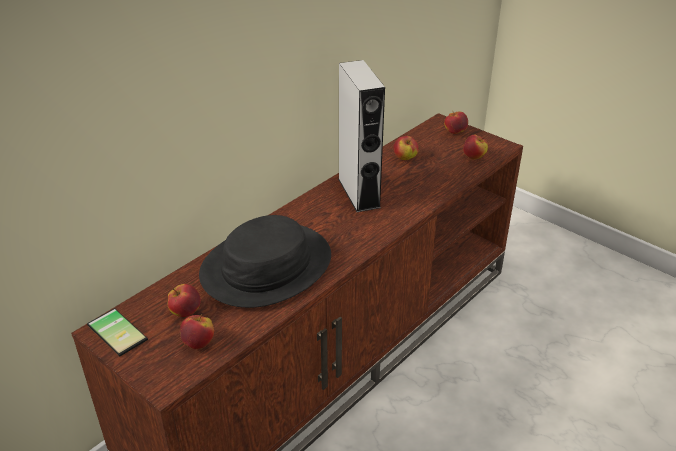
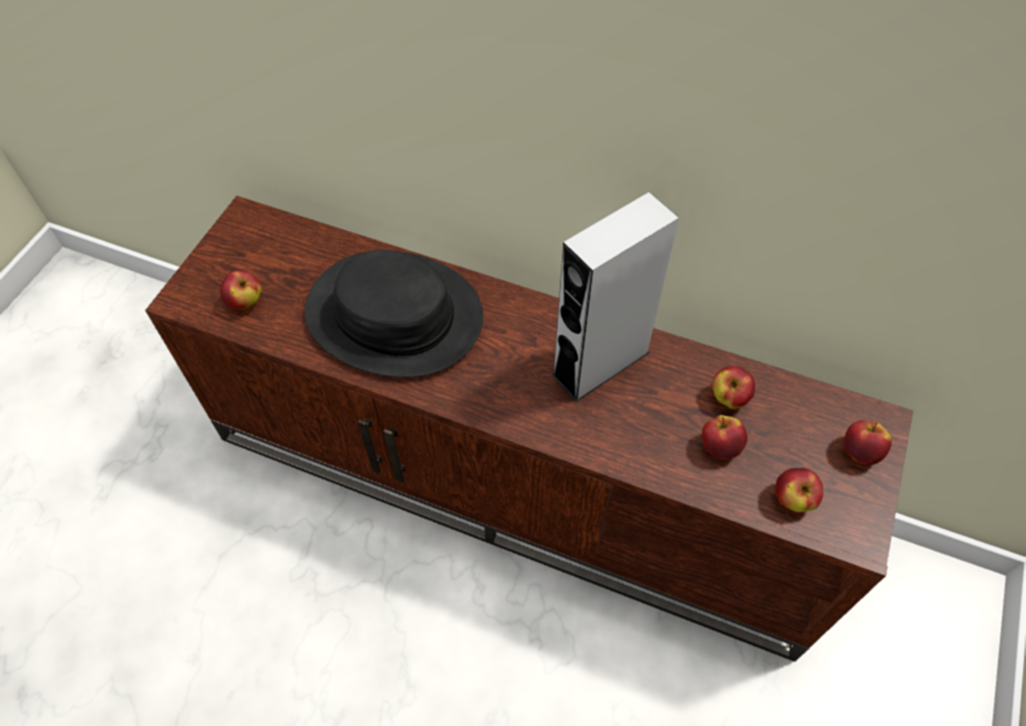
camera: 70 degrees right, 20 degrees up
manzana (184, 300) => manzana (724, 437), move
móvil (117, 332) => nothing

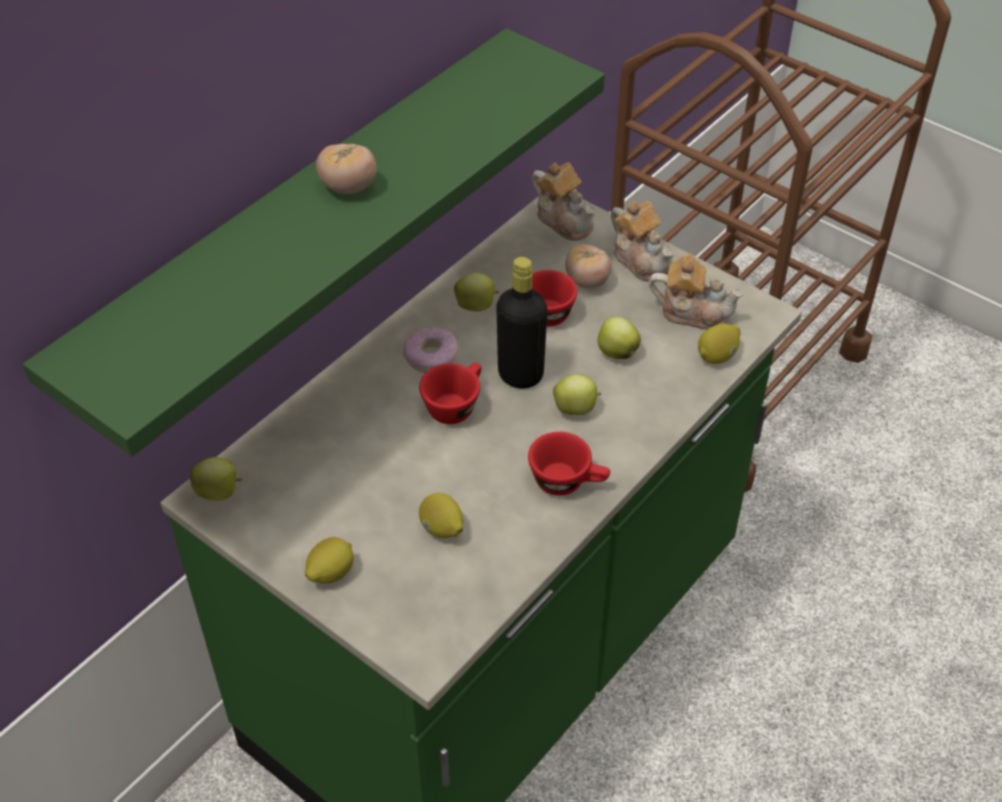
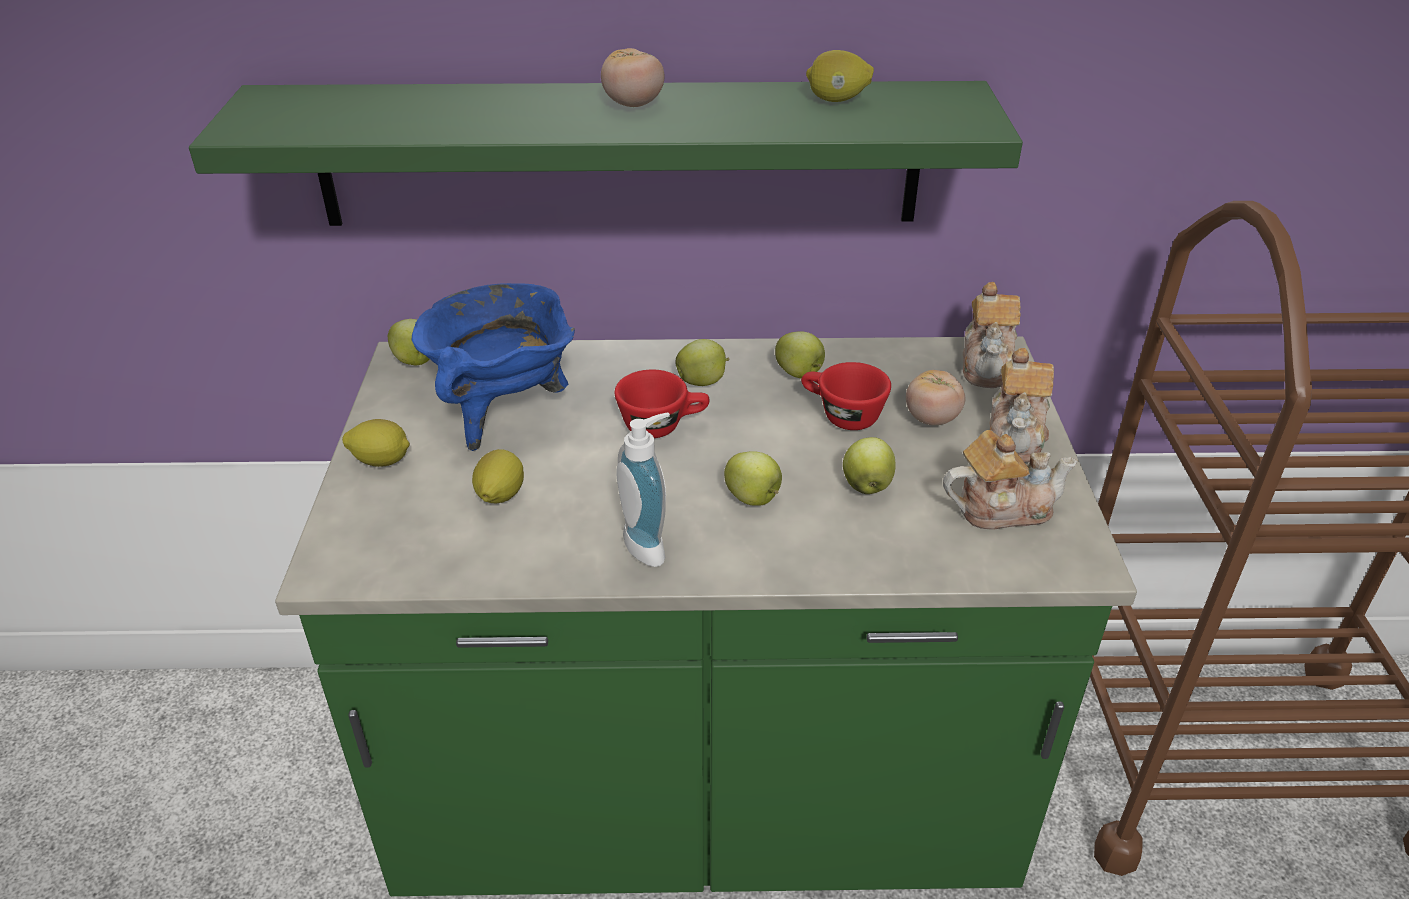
camera: 50 degrees right, 10 degrees down
tetera (696, 292) => tetera (1010, 479), 75 degrees counterclockwise
botella (negro) (521, 322) => nothing
limón (719, 344) => limón (840, 76), move
rosquilla (430, 350) => manzana (702, 362)
taza (rojo) (569, 464) => dispensador de jabón (643, 489)
nothing => olla (azul) (493, 367)

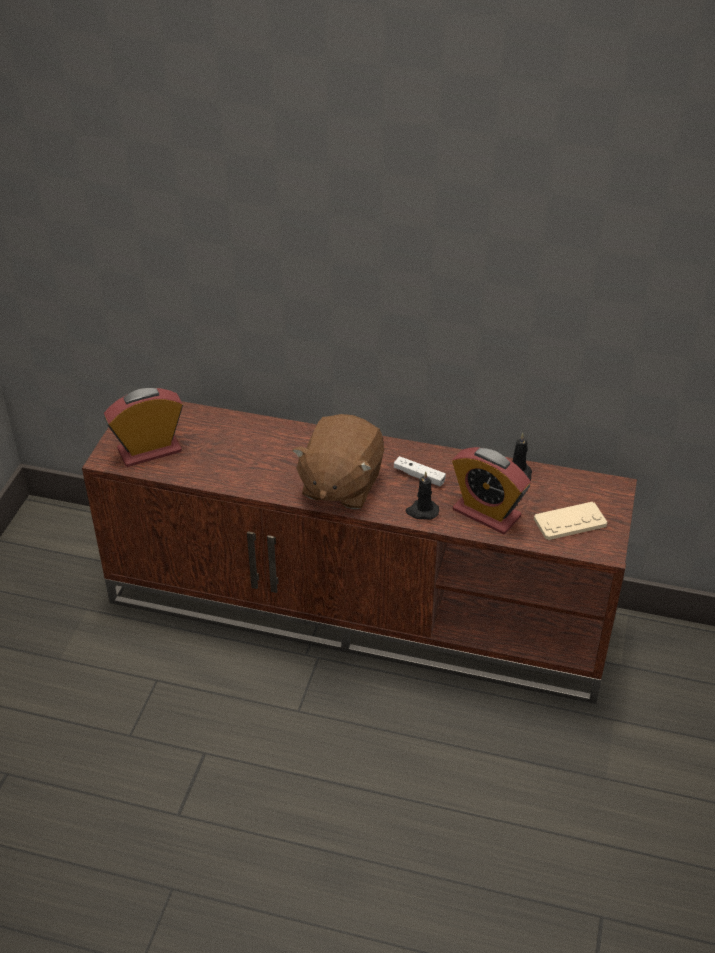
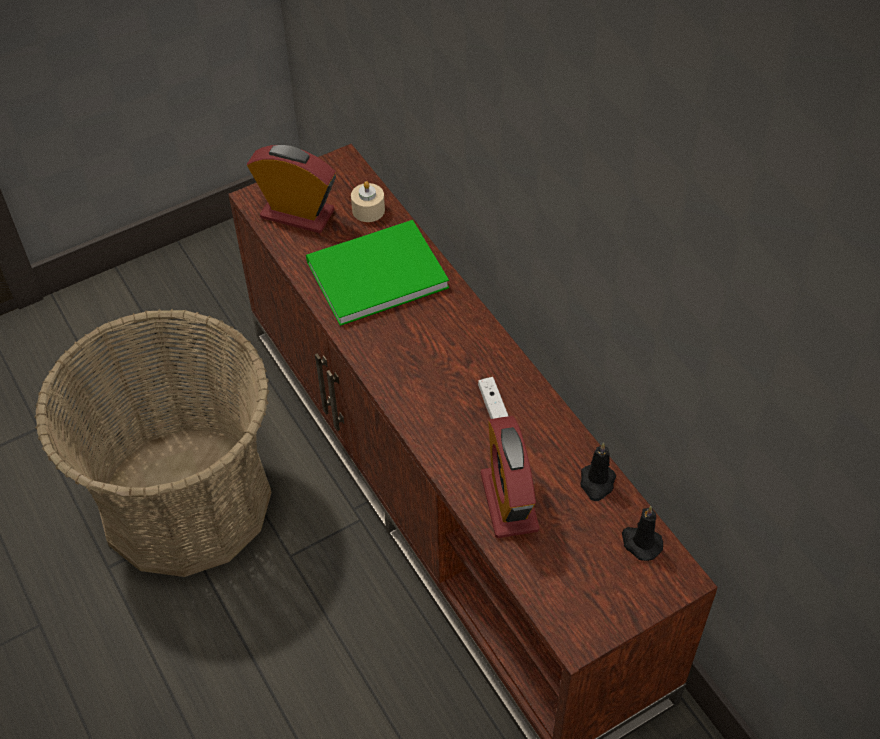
camera: 45 degrees right, 10 degrees up
peluche (marrón) (338, 461) => nothing
vela (negro) (422, 495) => vela (negro) (642, 533), move
mando de consola (beis) (570, 521) => nothing
nothing => vela (beis) (368, 201)
nothing => libro (verde) (377, 273)
nothing => cesta (153, 442)

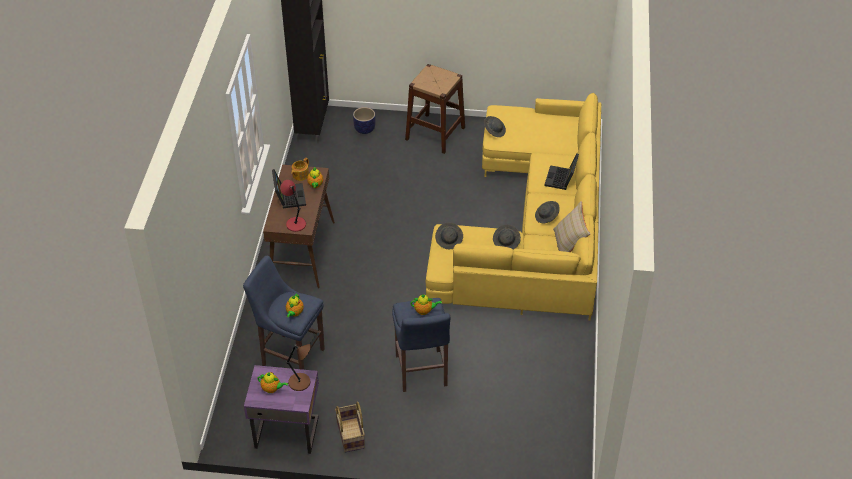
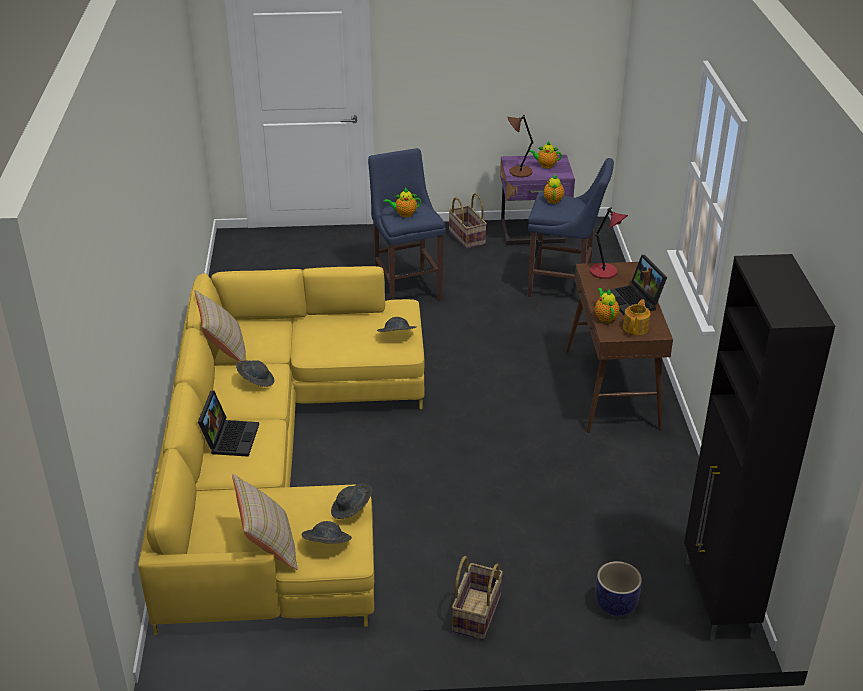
camera: 170 degrees right, 10 degrees down
taburete (marrón) (435, 109) => cesta (477, 598)
sombrero (gris) (507, 237) => sombrero (gris) (327, 532), move
nothing => cojín (beis) (265, 522)

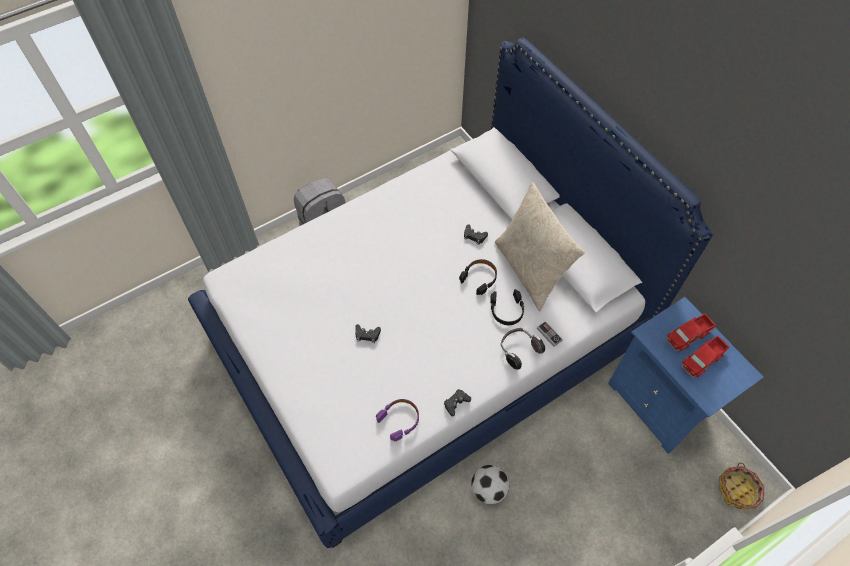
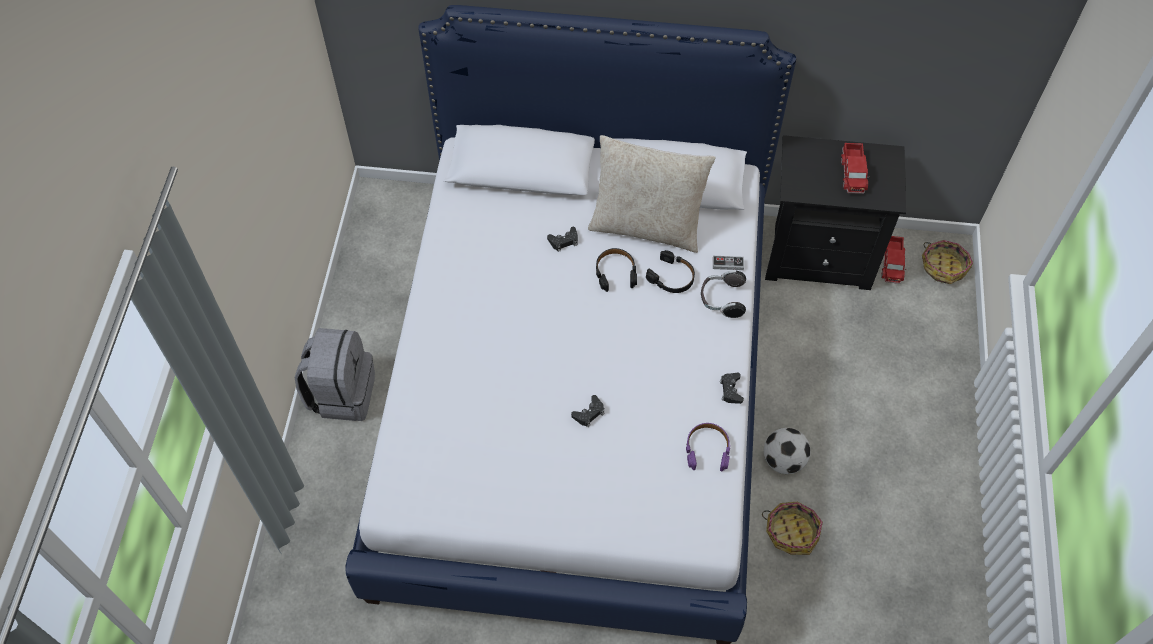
camera: 50 degrees left, 0 degrees up
mesita de noche (azul) (686, 375) => mesita de noche (negro) (835, 212)
camión de juguete (691, 332) => camión de juguete (894, 260), move
nothing => cesta (792, 528)

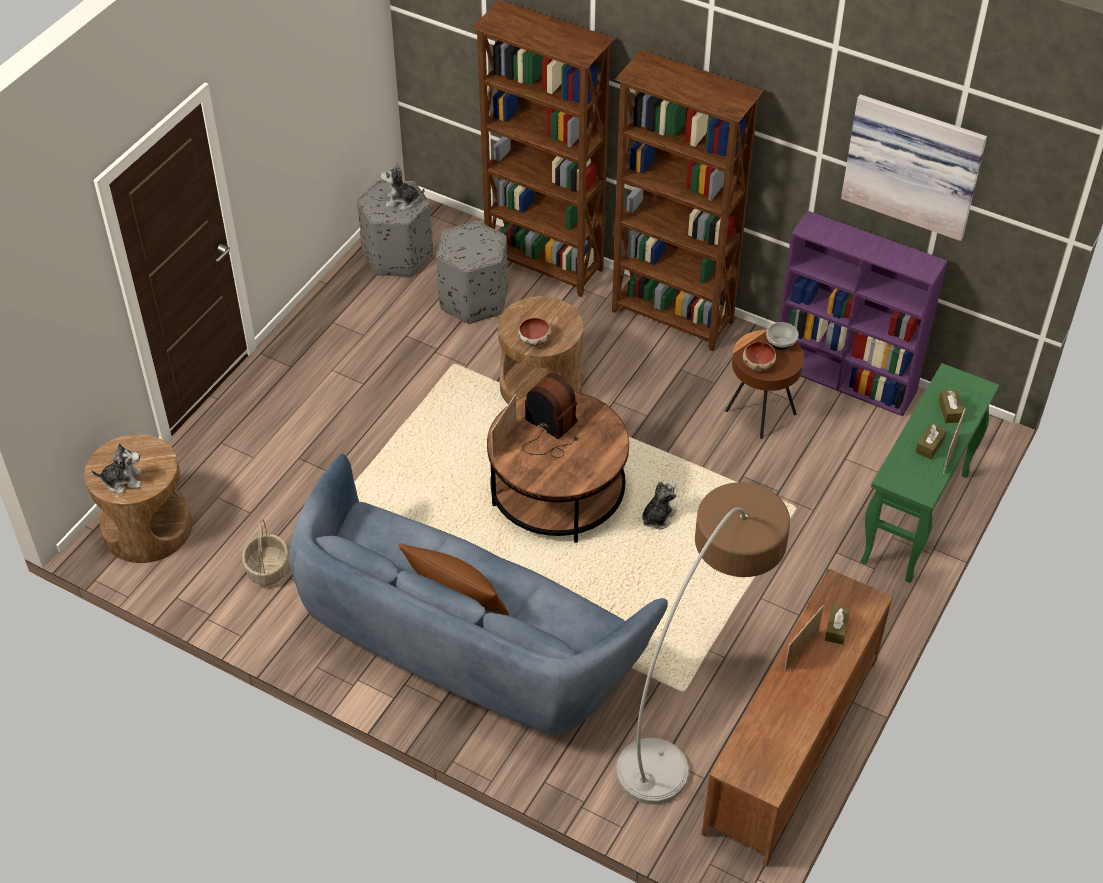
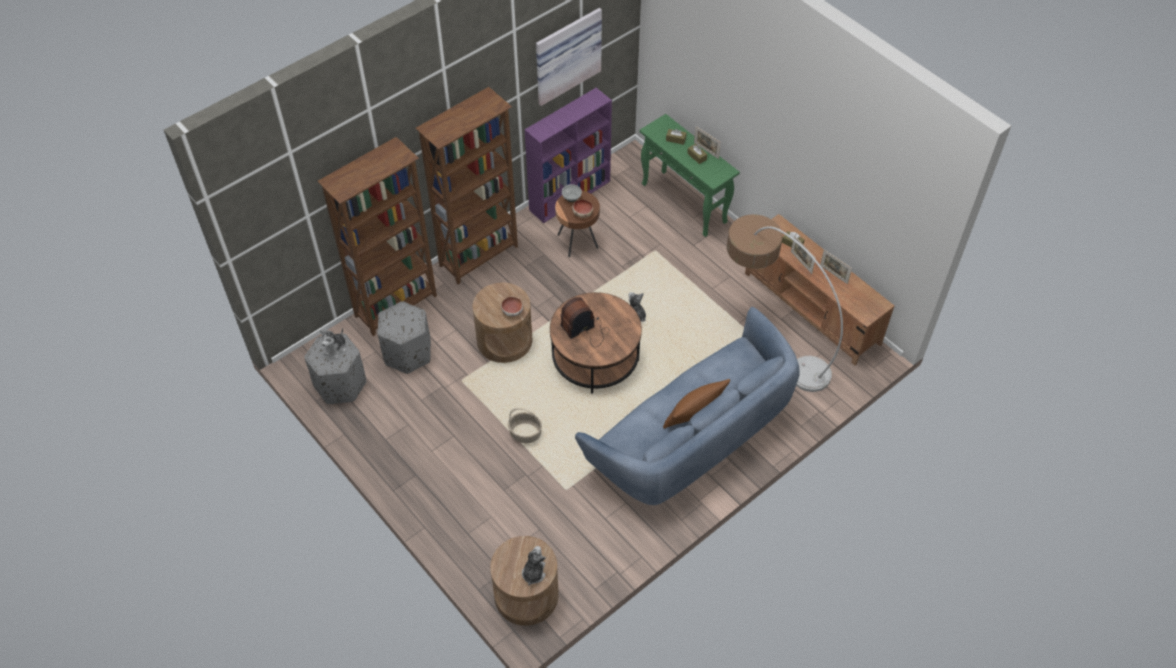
camera: 70 degrees left, 5 degrees up
portarretratos (504, 425) => portarretratos (836, 266), move
cesta (265, 552) => cesta (525, 425), move

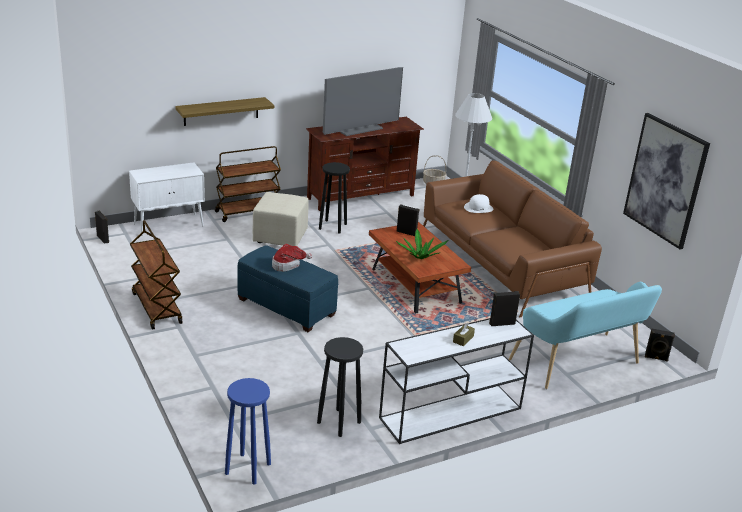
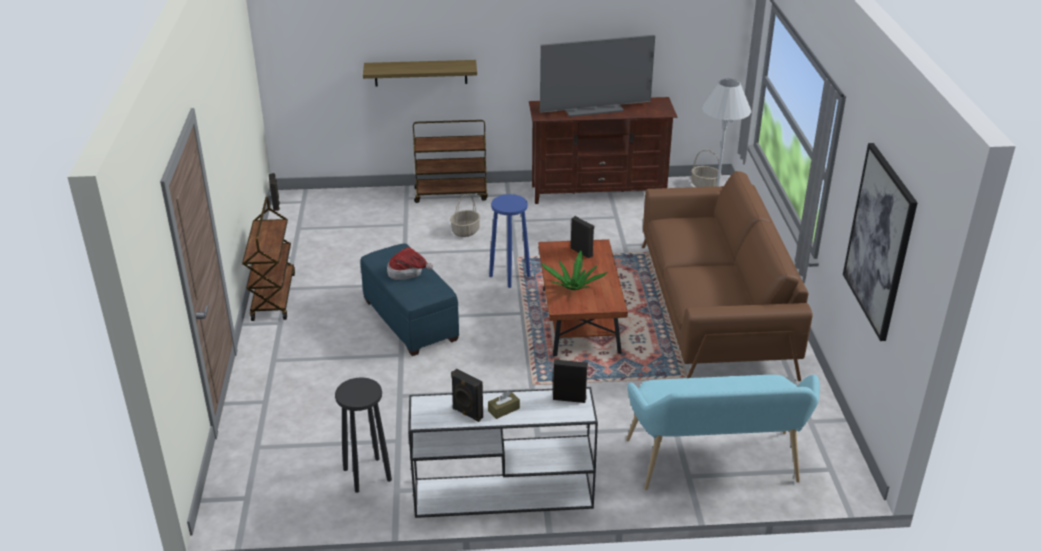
camera: 25 degrees right, 5 degrees up
armario (blanco) (167, 199) => nothing
taburete (negro) (334, 197) => nothing
puf (beis) (280, 219) => cesta (465, 215)
sombrero (blanco) (478, 203) => nothing
altavoz (negro) (660, 345) => altavoz (negro) (467, 395), move
taburete (azul) (248, 431) => taburete (azul) (509, 241), move

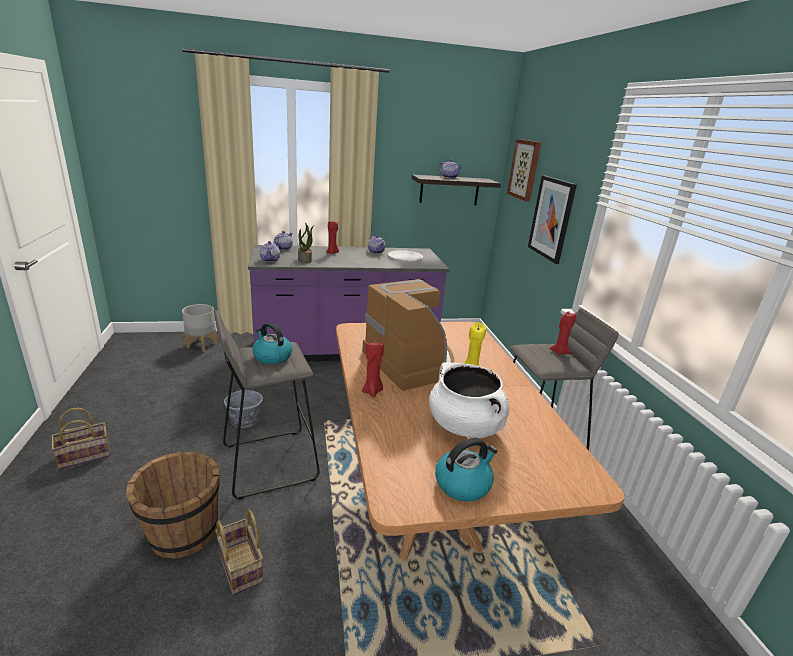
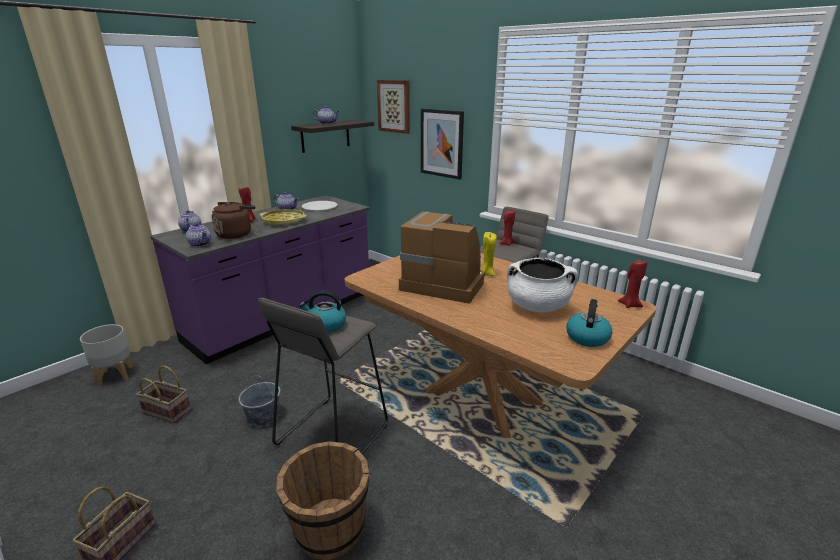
camera: 35 degrees left, 0 degrees up
planta en maceta (306, 242) => hervidor (marrón) (233, 220)
vela (rojo) (373, 369) => vela (rojo) (632, 283), move
cesta (239, 552) => cesta (163, 394), move
nothing => bandeja (amarillo) (283, 217)

